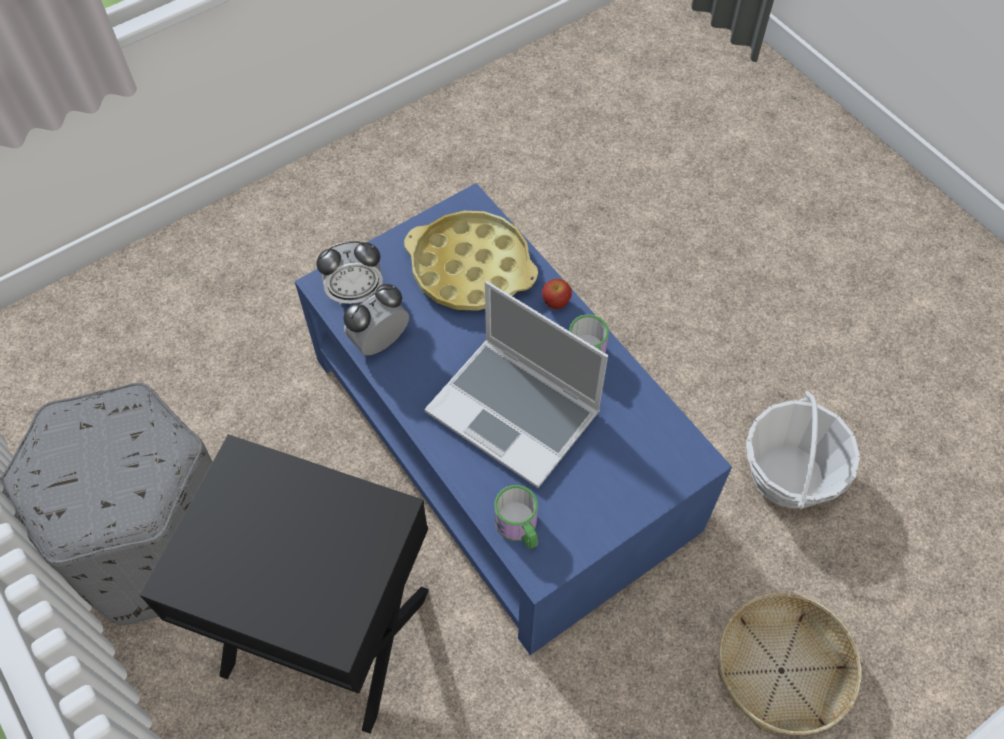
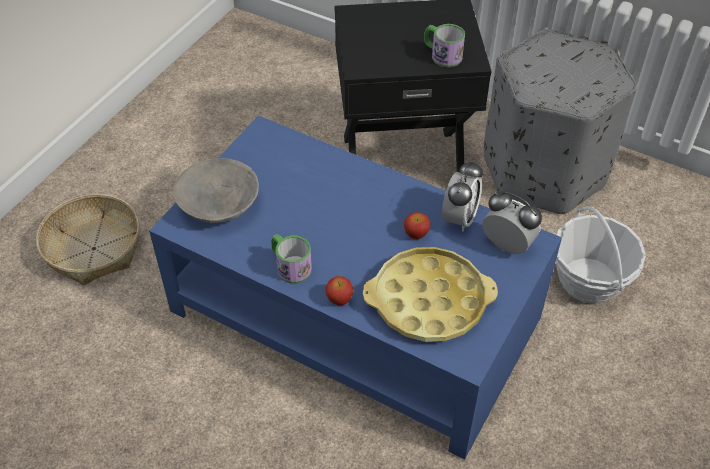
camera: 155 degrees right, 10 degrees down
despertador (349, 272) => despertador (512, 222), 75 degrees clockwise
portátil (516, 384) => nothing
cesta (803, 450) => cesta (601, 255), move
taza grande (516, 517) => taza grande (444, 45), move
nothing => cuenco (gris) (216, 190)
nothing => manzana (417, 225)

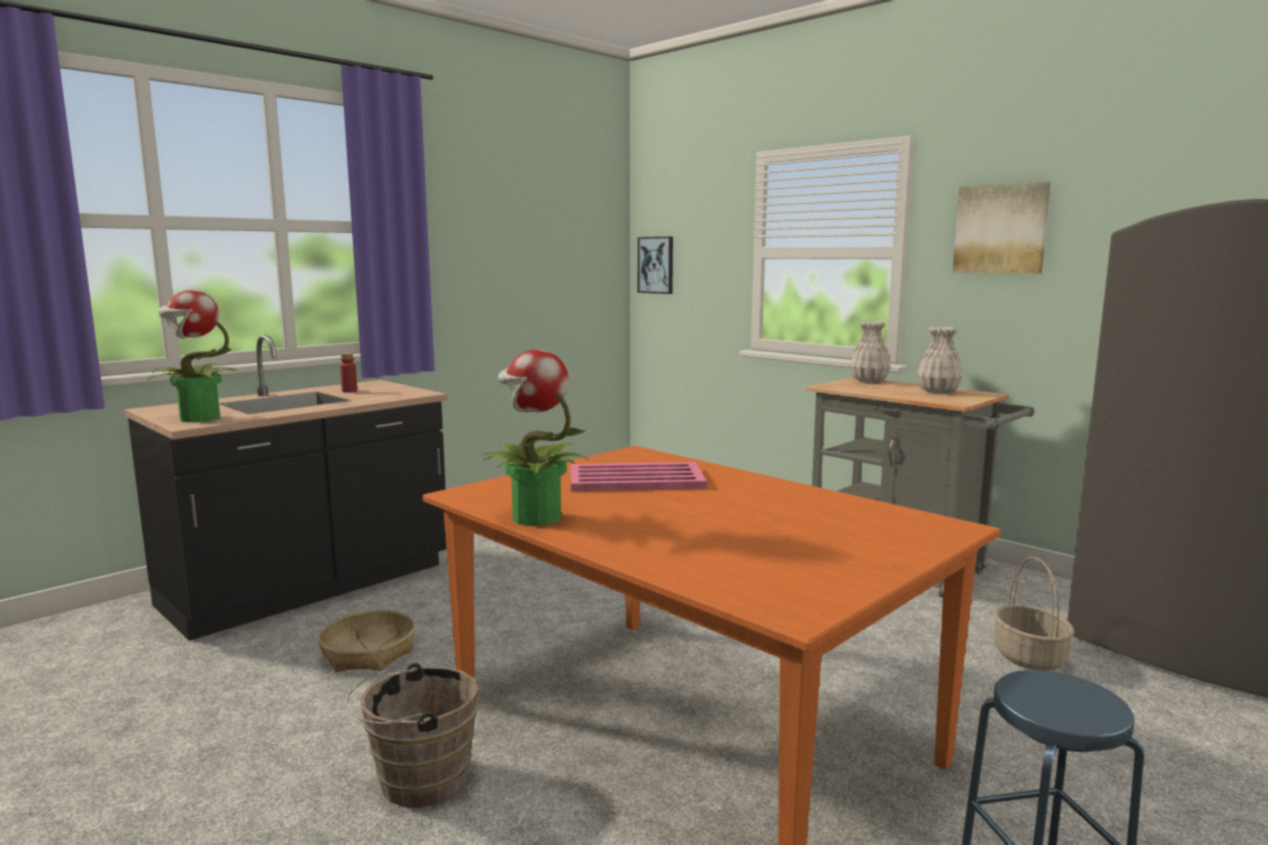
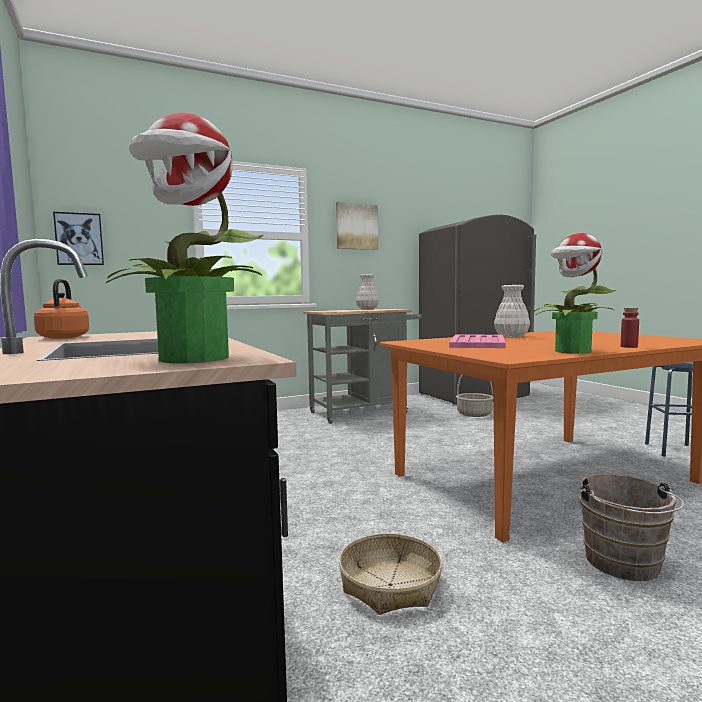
camera: 70 degrees left, 5 degrees down
florero (blanco) (870, 352) => florero (blanco) (512, 311), move
botella (rojo) (348, 373) => botella (rojo) (630, 327), move
nothing => hervidor (naranja) (61, 309)

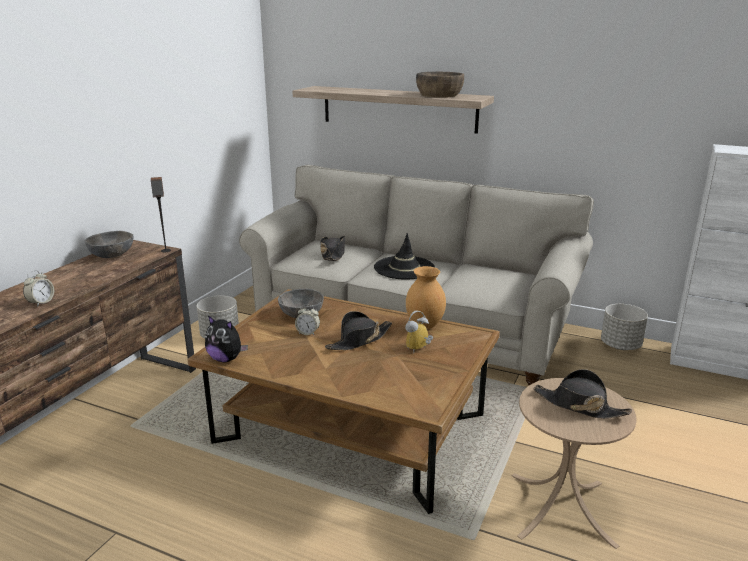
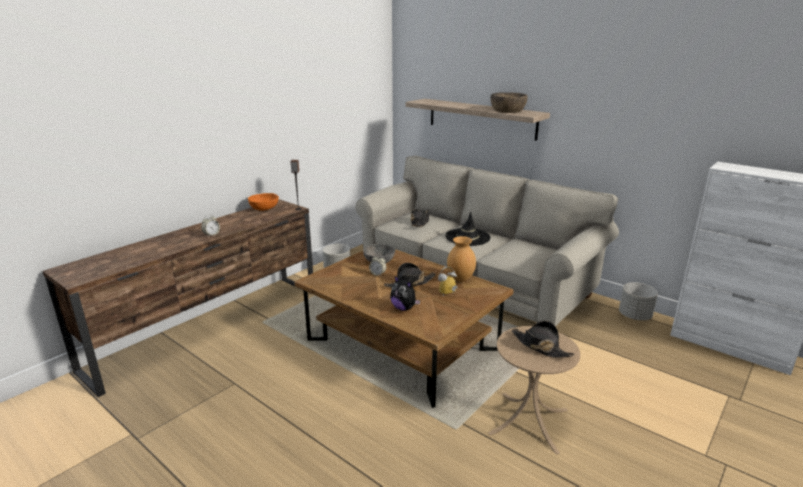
camera: 15 degrees right, 0 degrees up
cuenco (gris) (109, 244) => cuenco (naranja) (263, 202)
peluche (226, 339) => peluche (405, 293), move

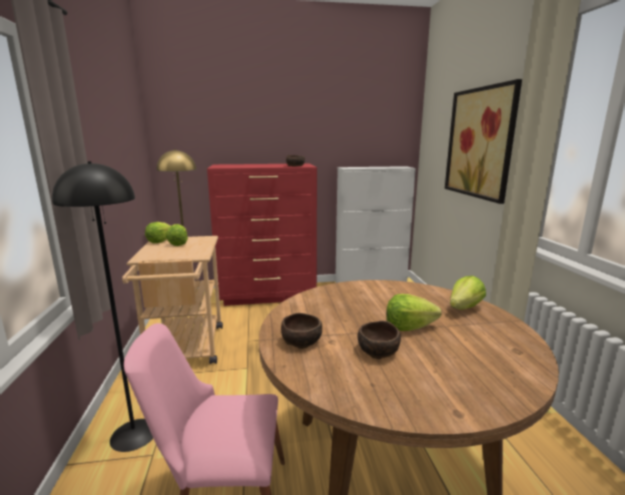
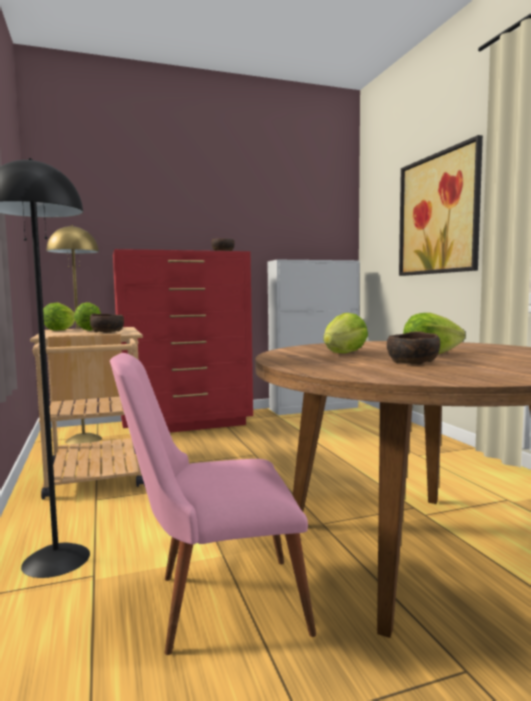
camera: 10 degrees left, 10 degrees down
lechuga (468, 293) => lechuga (345, 333), move
cuenco (marrón) (301, 331) => cuenco (marrón) (107, 323), move

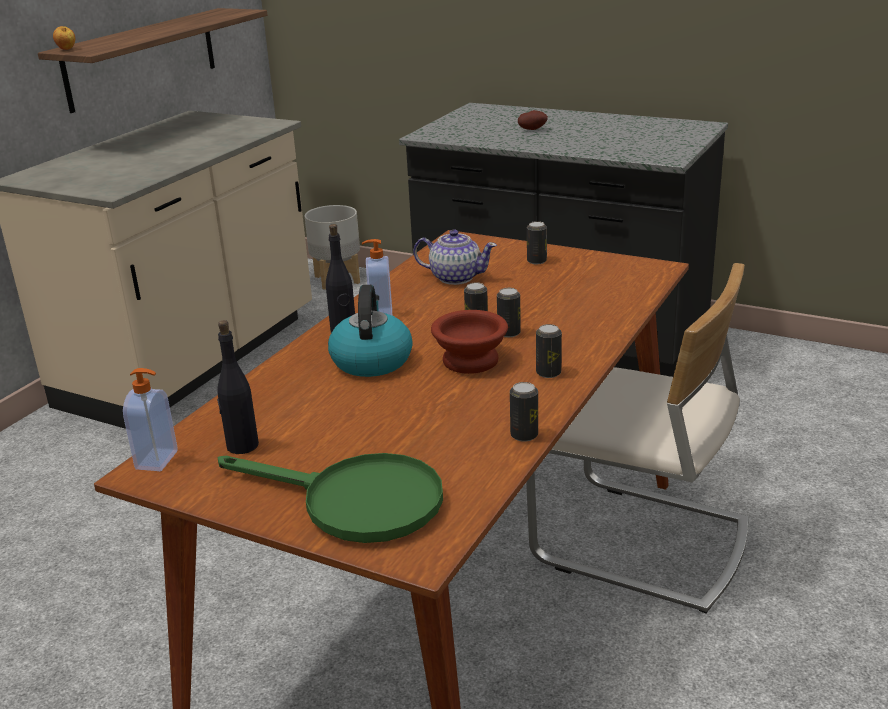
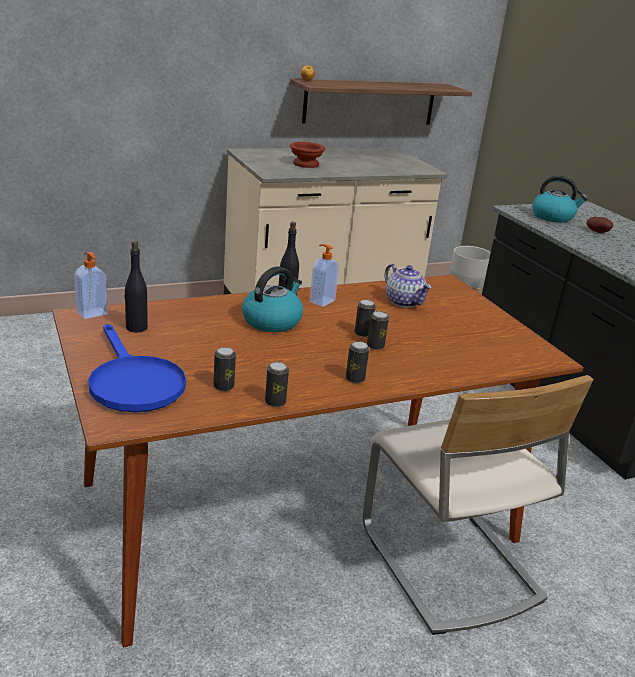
camera: 35 degrees right, 0 degrees up
lata (537, 242) => lata (224, 369), move
cuenco (marrón) (469, 342) => cuenco (marrón) (307, 155), move
sartén (verde) (330, 498) => sartén (azul) (137, 368)
nothing => hervidor (560, 199)

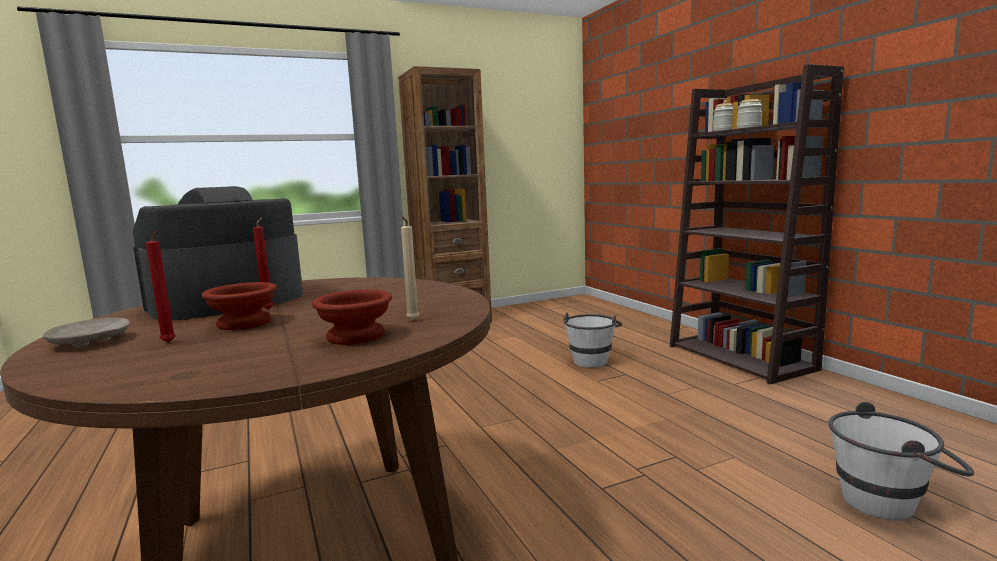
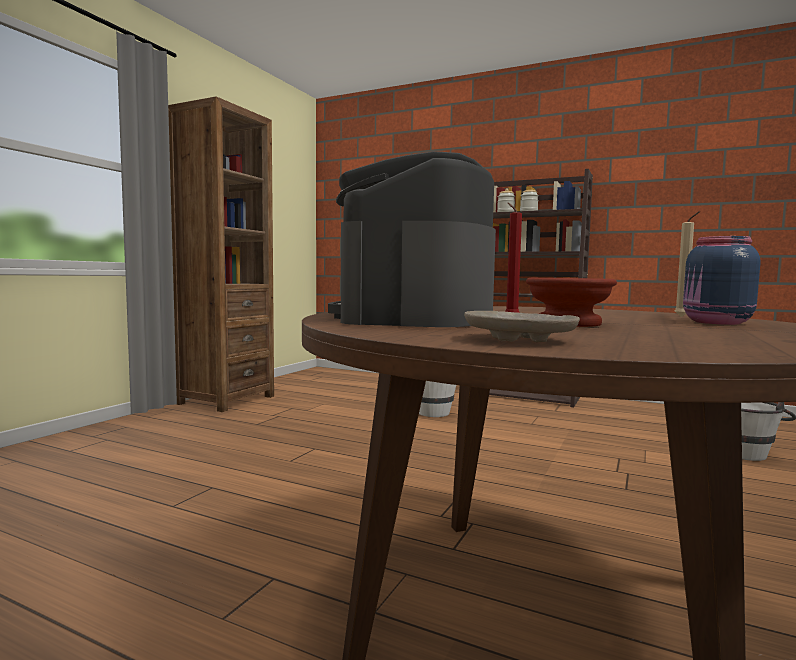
camera: 40 degrees left, 5 degrees down
vela (rojo) (161, 286) => nothing
cuenco (marrón) (352, 317) => tarro (azul) (721, 280)

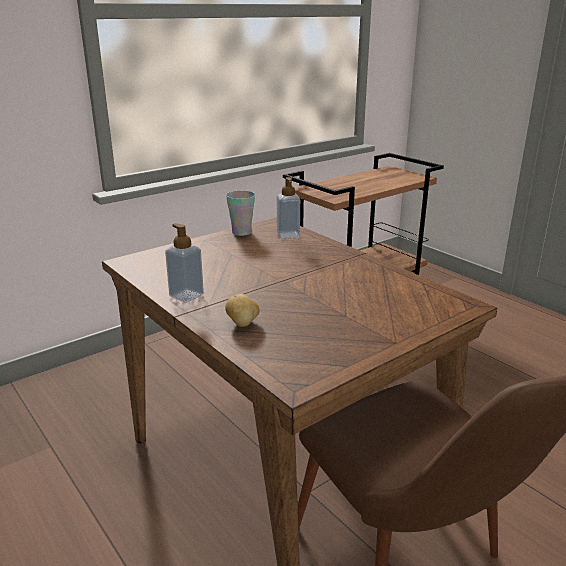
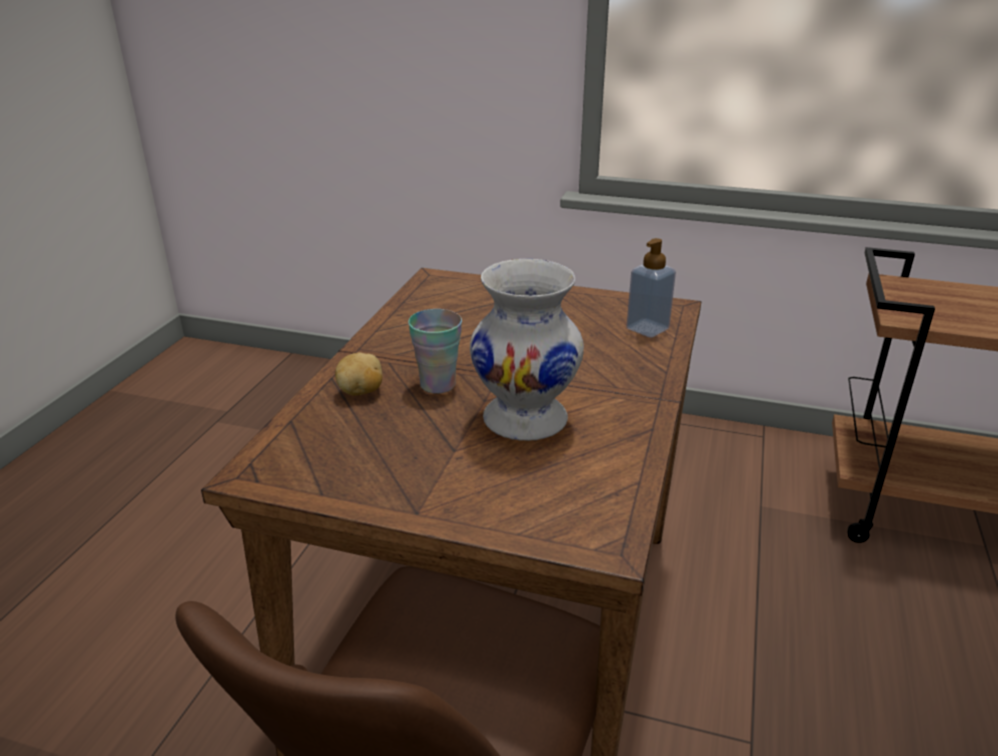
camera: 55 degrees right, 5 degrees up
taza (240, 213) => taza (435, 351), move
dispensador de jabón (184, 262) => nothing
nothing => florero (blanco) (527, 350)

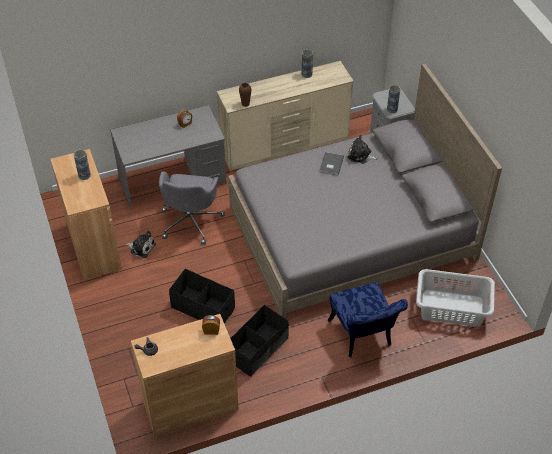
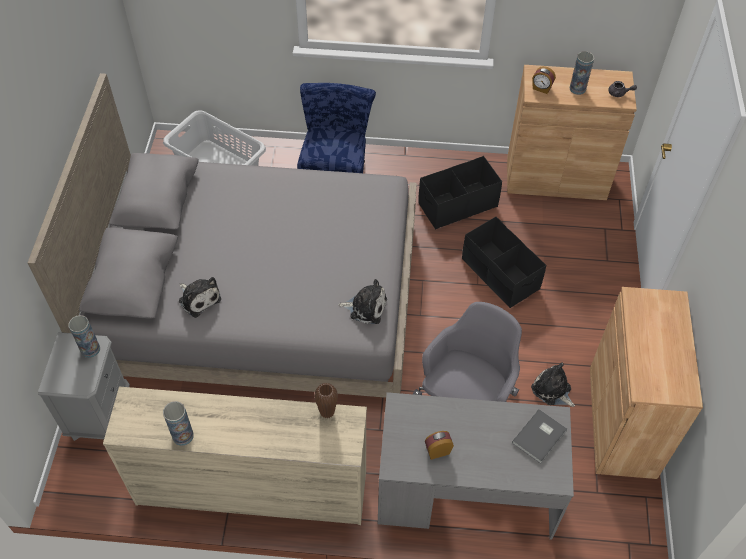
camera: 155 degrees left, 5 degrees up
florero (82, 165) => florero (582, 73), move
libro (gris) (332, 163) => libro (gris) (539, 436), move
nothing => peluche (362, 301)

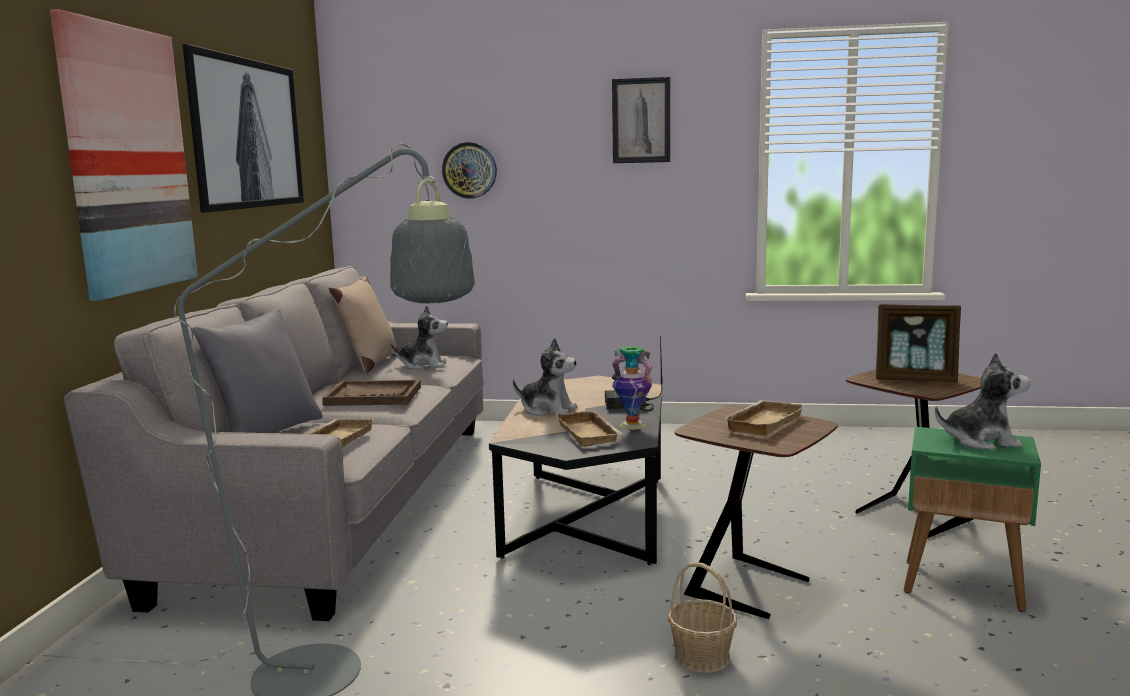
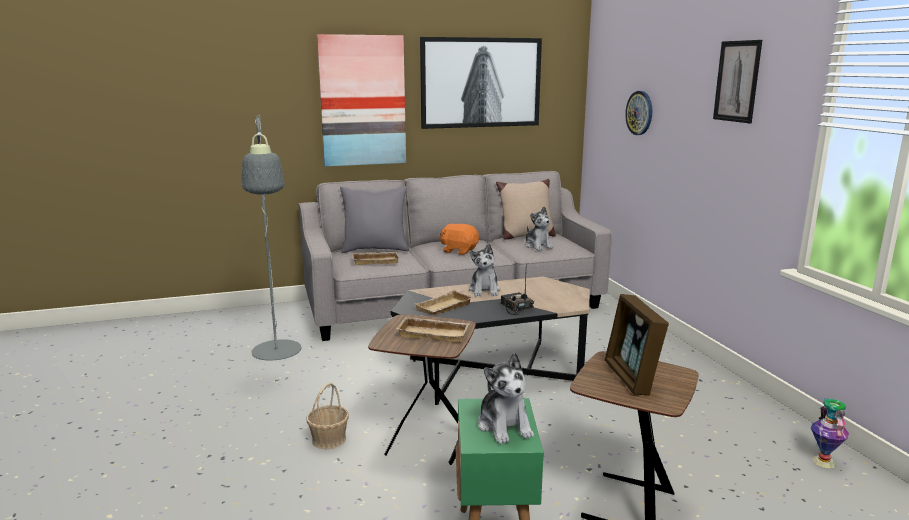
camera: 65 degrees right, 5 degrees up
florero (632, 388) => florero (830, 433), move
bandeja (marrón) (371, 393) => peluche (naranja) (459, 239)

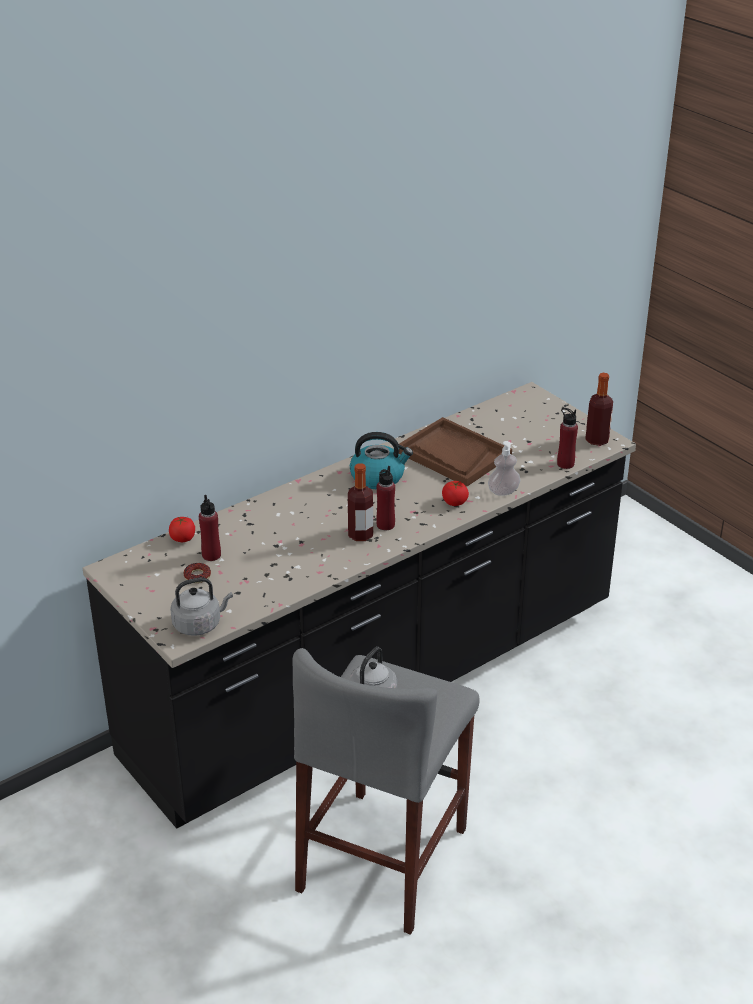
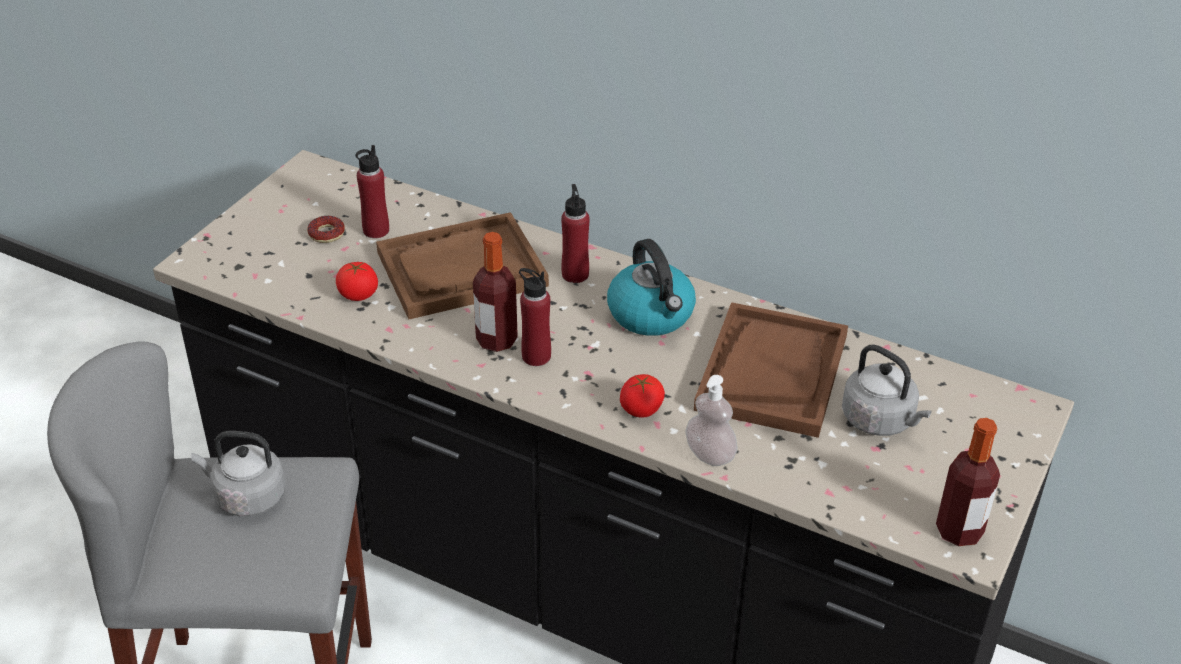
camera: 65 degrees right, 5 degrees up
botella (rojo) (567, 438) => botella (rojo) (575, 233), move
tomate (182, 529) => tomate (357, 281), move
hervidor (gris) (201, 606) => hervidor (gris) (887, 390), move
nothing => bandeja (marrón) (462, 265)

